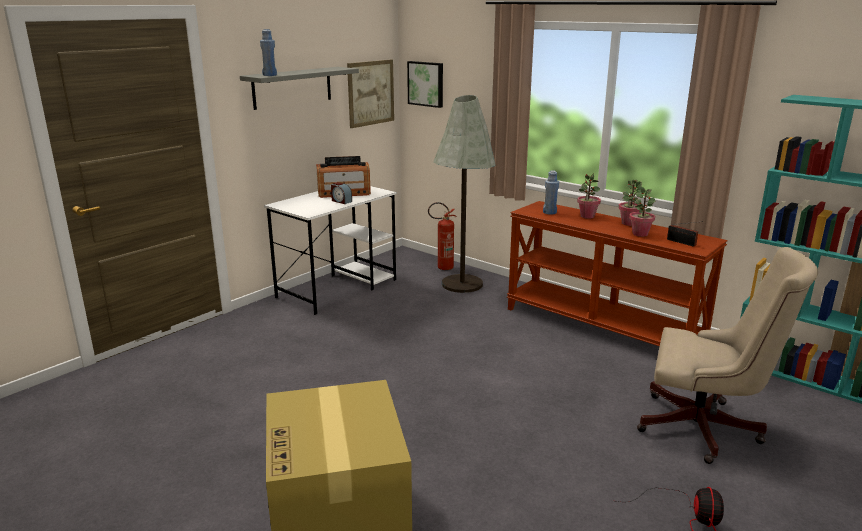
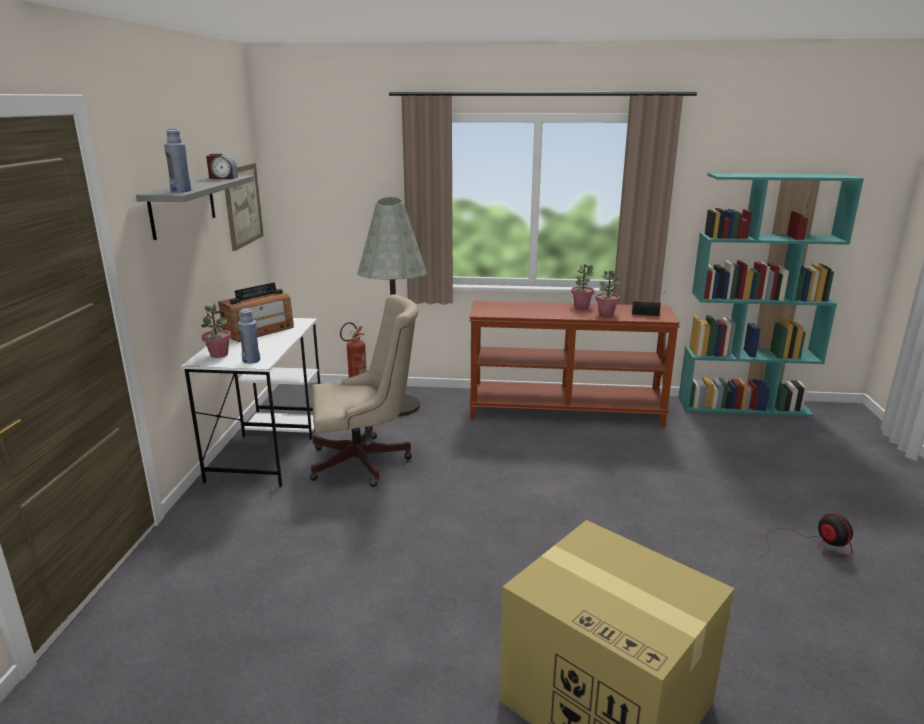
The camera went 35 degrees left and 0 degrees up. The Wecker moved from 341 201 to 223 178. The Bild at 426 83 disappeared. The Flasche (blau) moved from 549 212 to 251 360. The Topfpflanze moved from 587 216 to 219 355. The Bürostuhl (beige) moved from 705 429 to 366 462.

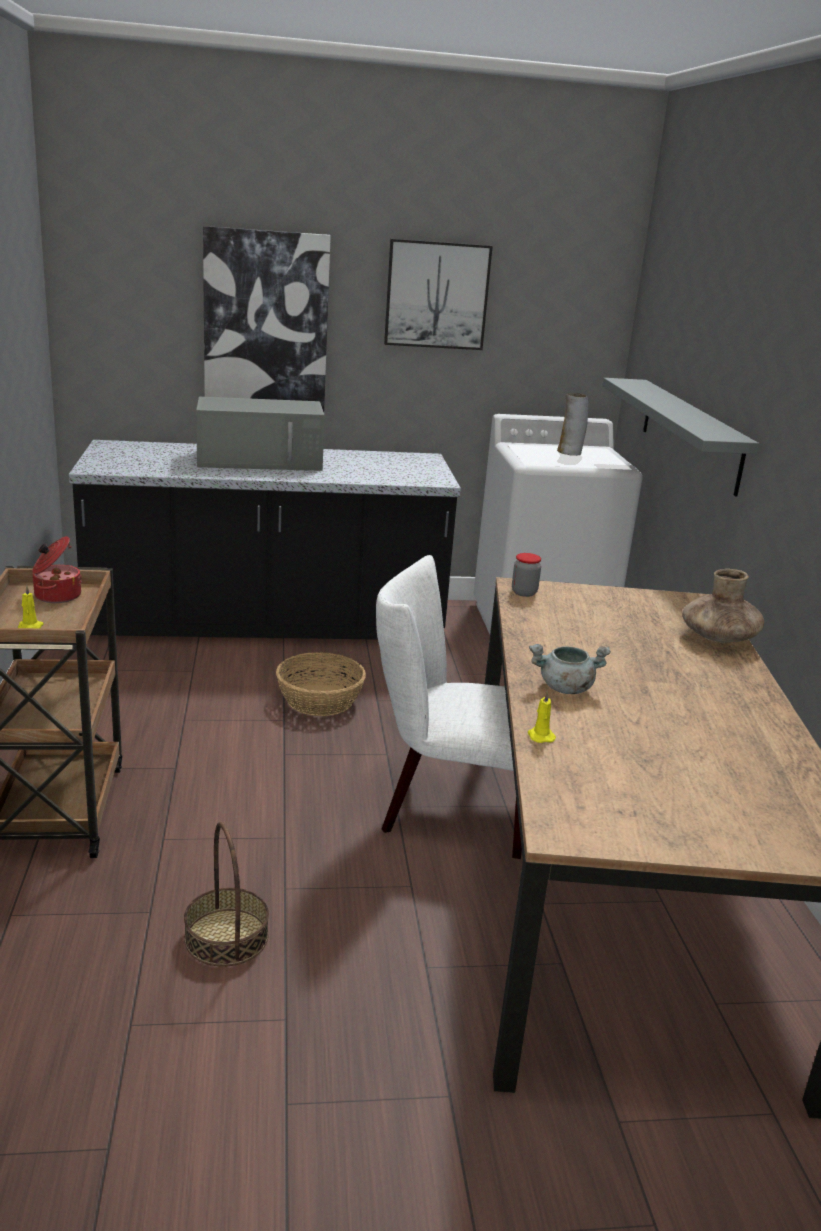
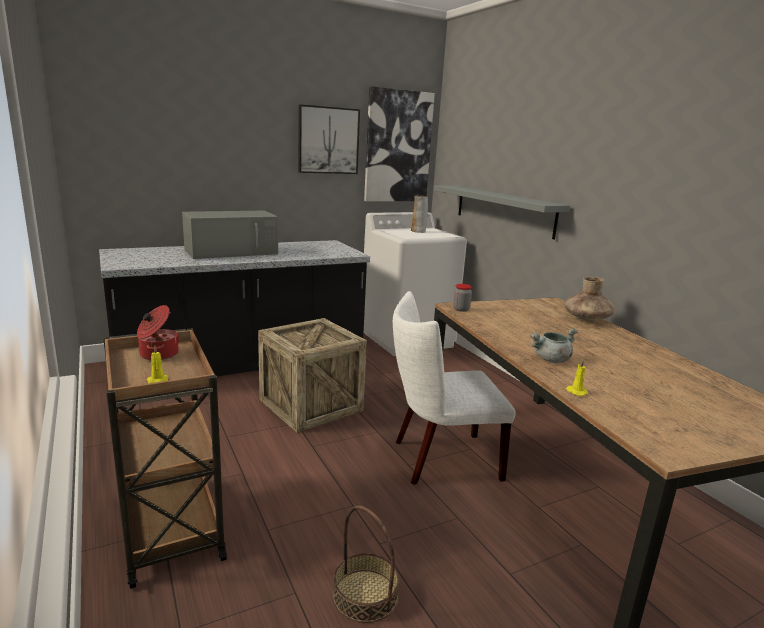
The camera went 20 degrees left and 5 degrees down. The Bild moved from 266 327 to 398 147. The Korb at 320 700 was replaced by the Kiste at 311 405.

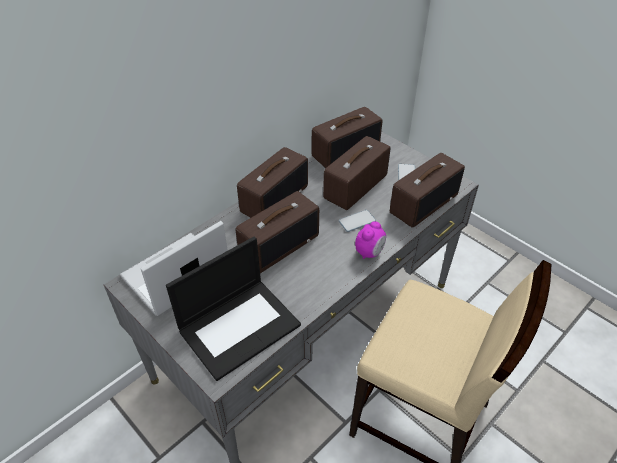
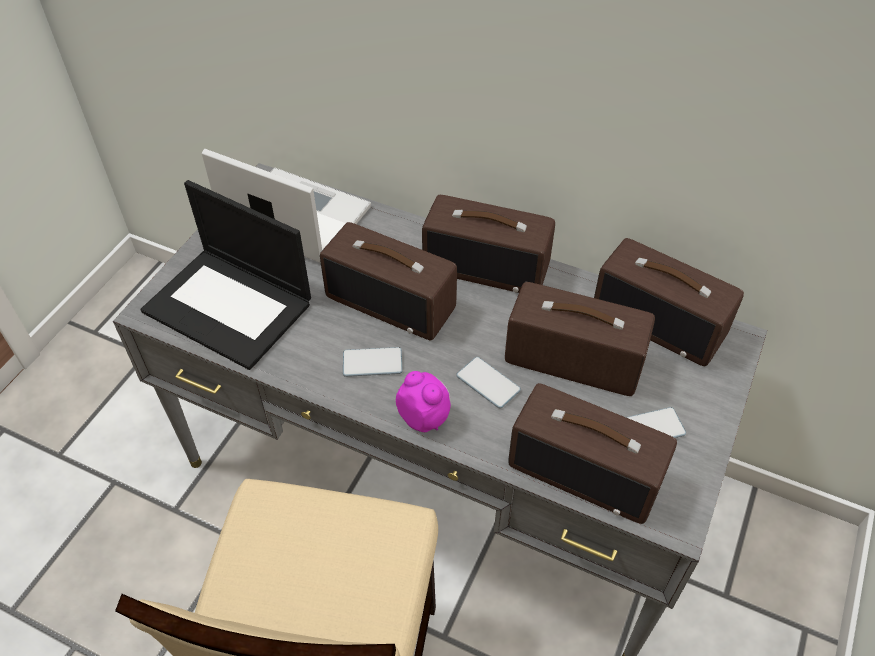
The camera went 70 degrees right and 5 degrees up. The Wecker at 369 252 turned 150 degrees counterclockwise. The Handy at 372 363 appeared.

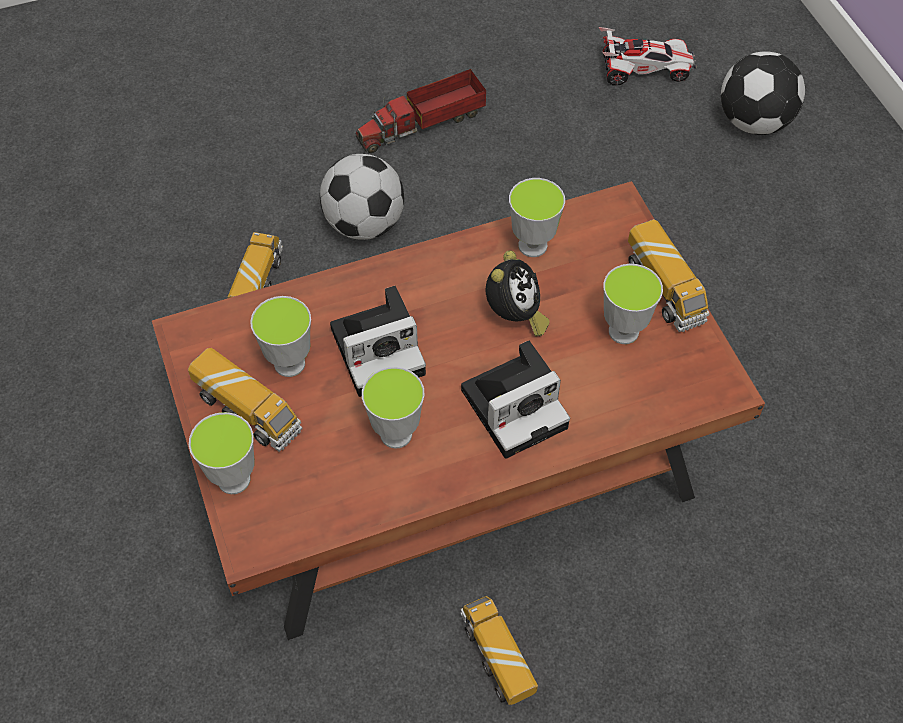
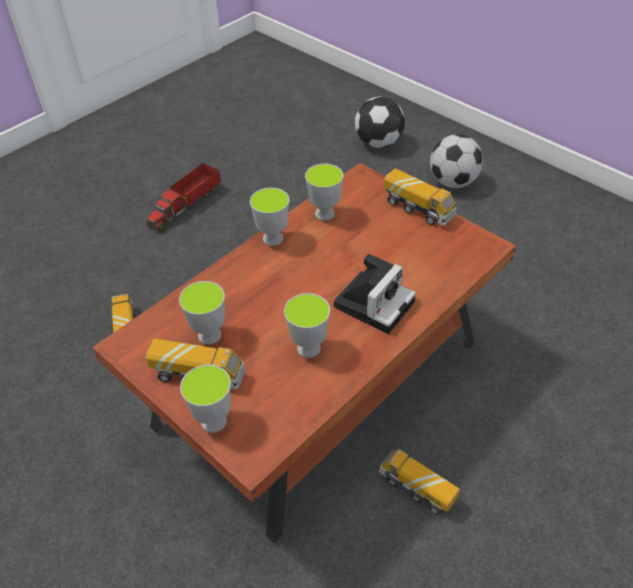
The camera went 25 degrees left and 10 degrees down. The Fußball moved from 363 224 to 452 182. The Kamera at 381 348 disappeared. The Wecker at 514 316 disappeared. The Spielzeugauto at 643 70 disappeared. The Tasse moved from 623 331 to 273 239.

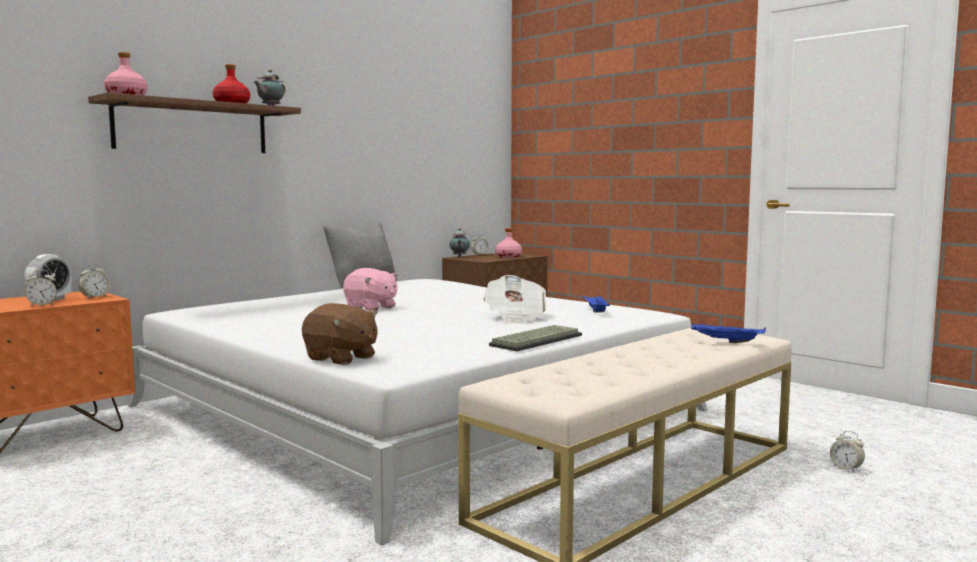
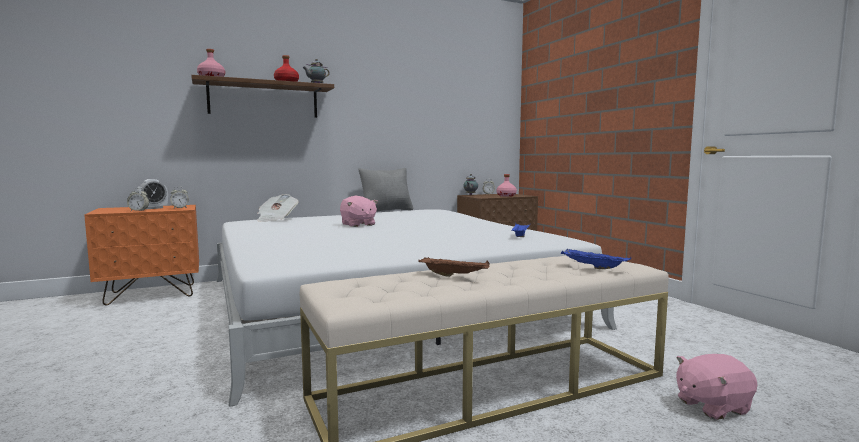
The camera went 20 degrees right and 0 degrees up. The Plüschtier (braun) at 341 358 disappeared. The Zeitung moved from 515 317 to 276 219. The Tastatur at 536 340 disappeared. The Wecker at 846 468 was replaced by the Plüschtier (rosa) at 712 406. The Tablett (braun) at 455 276 appeared.

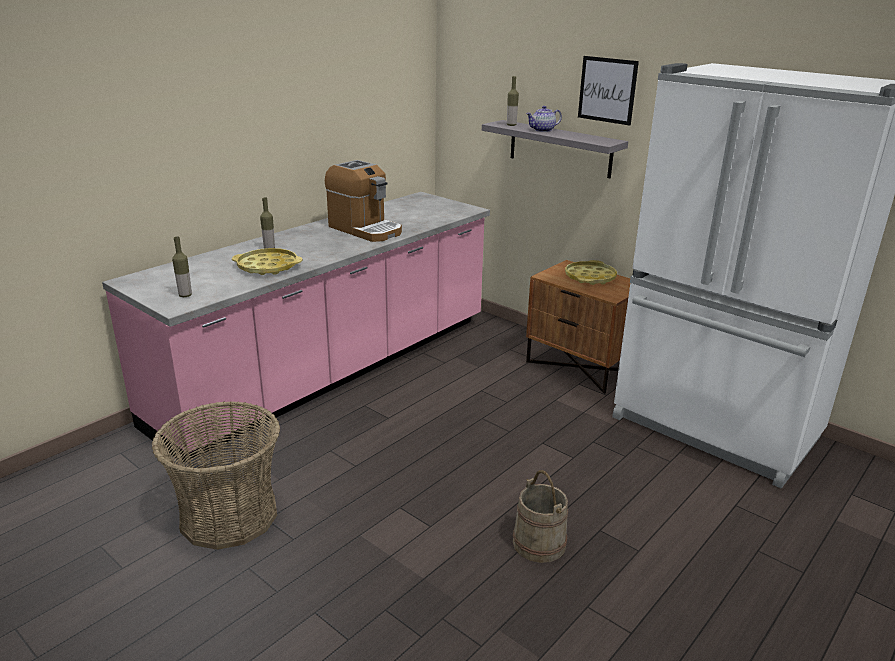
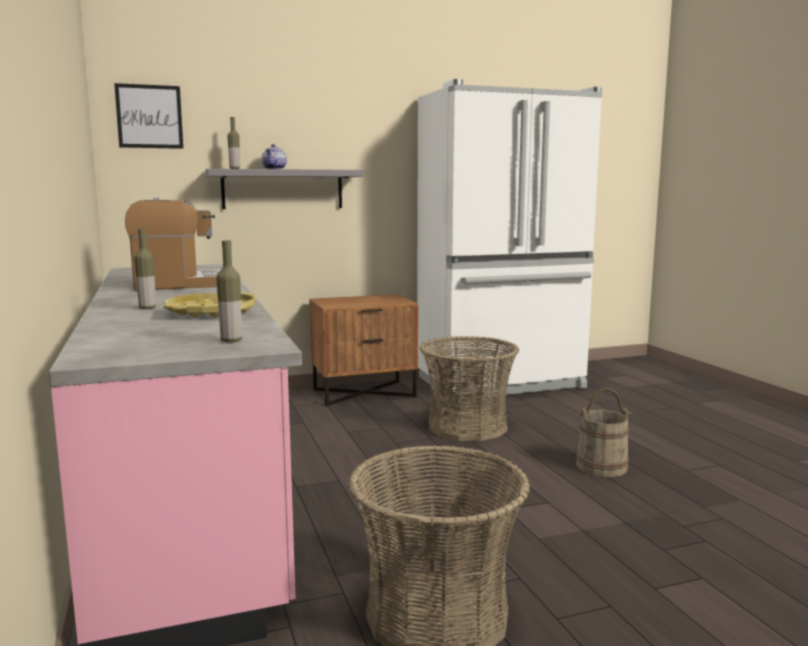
The camera went 60 degrees left and 15 degrees down. The Tablett (gelb) at 590 277 disappeared. The Bild moved from 607 90 to 149 116. The Korb at 467 426 appeared.

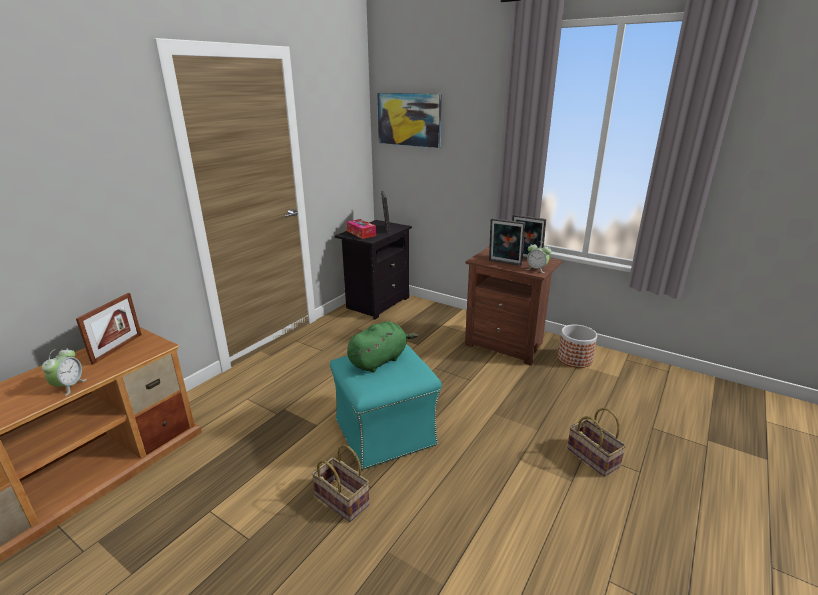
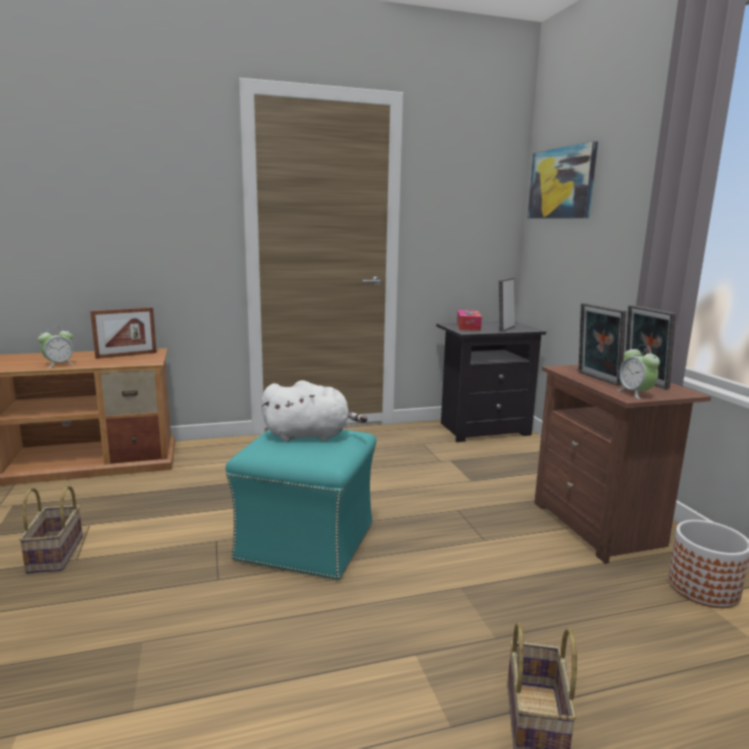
The camera went 40 degrees right and 10 degrees down. The Korb moved from 343 500 to 56 555. The Plüschtier (grün) at 379 360 became the Plüschtier (weiß) at 310 435.

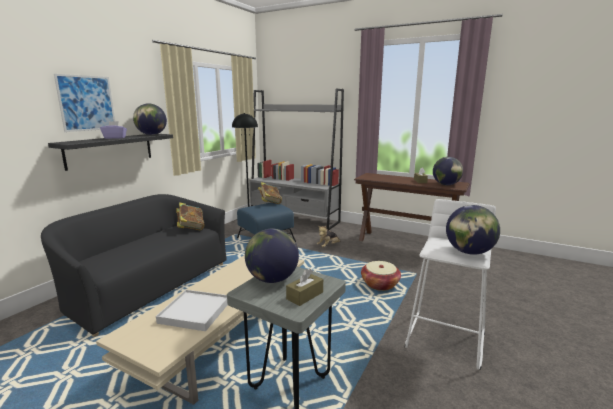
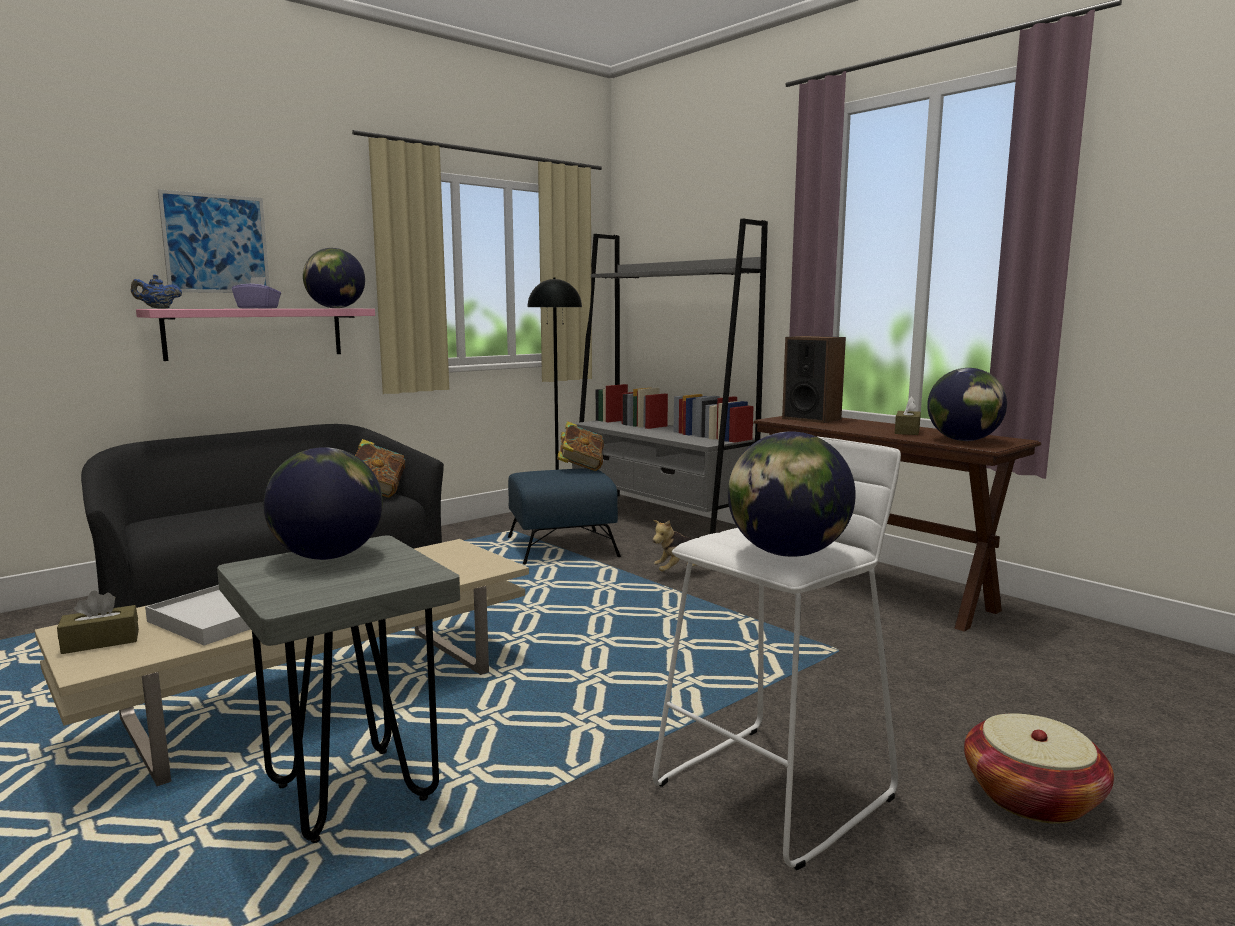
The camera went 20 degrees right and 5 degrees down. The Wandregal (schwarz) at 110 150 became the Wandregal (rosa) at 255 333. The Taschentuchbox (braun) moved from 305 295 to 101 642. The Korb moved from 380 284 to 1032 797. The Teekanne (blau) at 158 308 appeared. The Lautsprecher at 811 418 appeared.

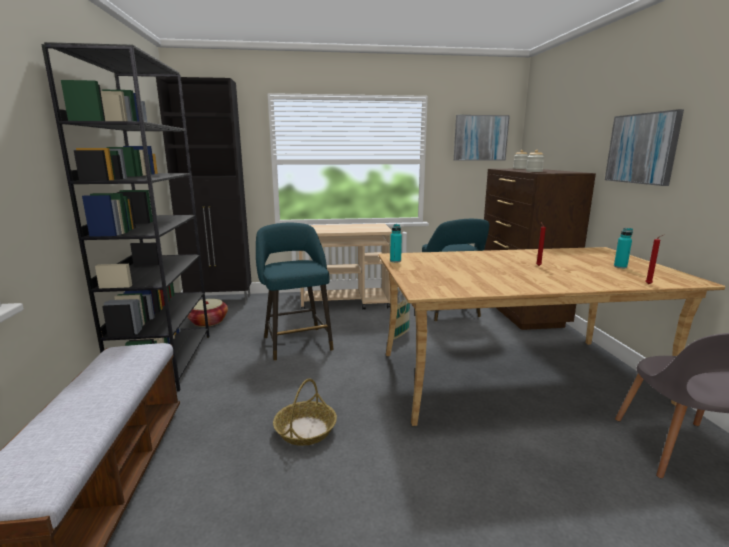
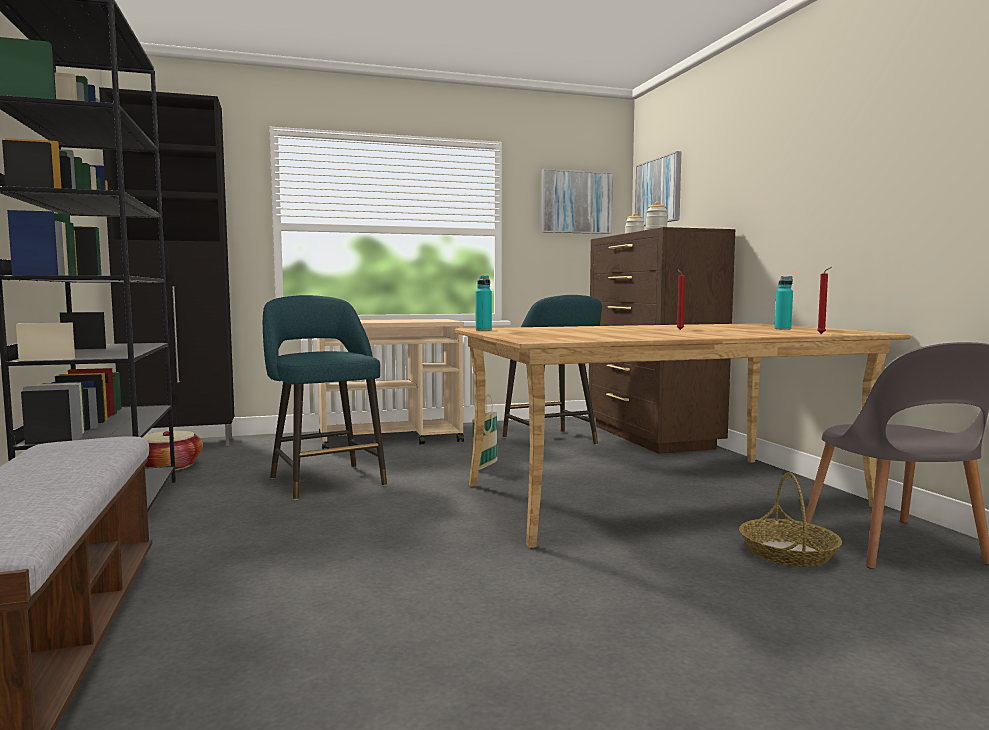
The camera went 10 degrees left and 10 degrees down. The Korb moved from 305 430 to 787 553. The Bild moved from 642 148 to 658 191.

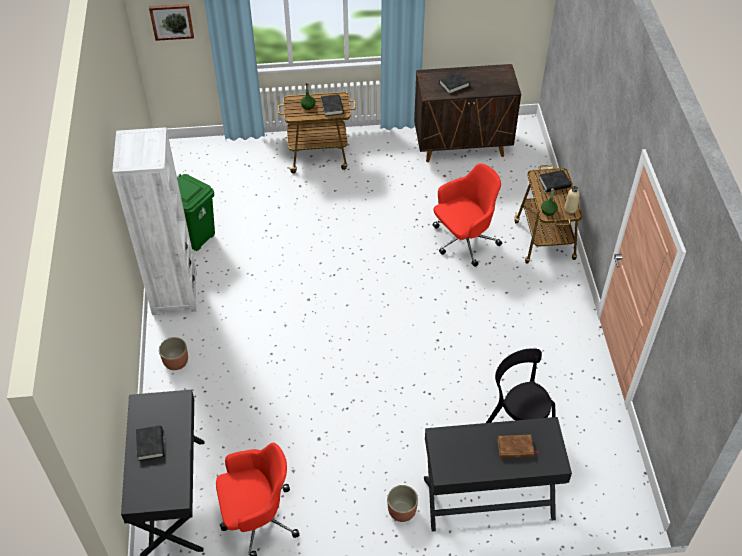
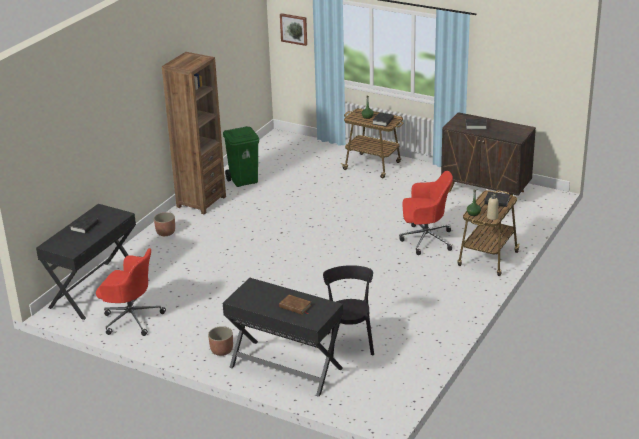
The camera went 35 degrees right and 20 degrees down. The Bücherregal (weiß) at 174 293 became the Bücherregal (braun) at 201 202.

